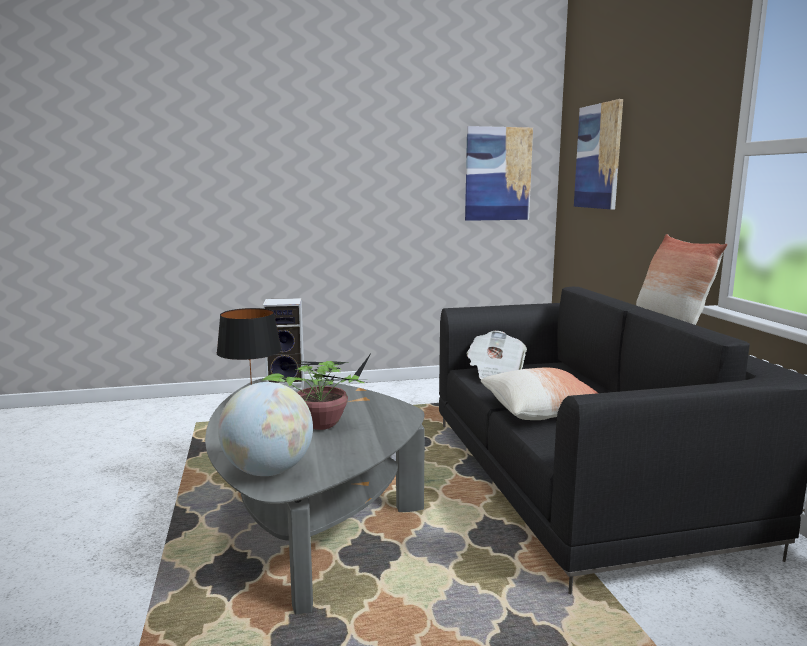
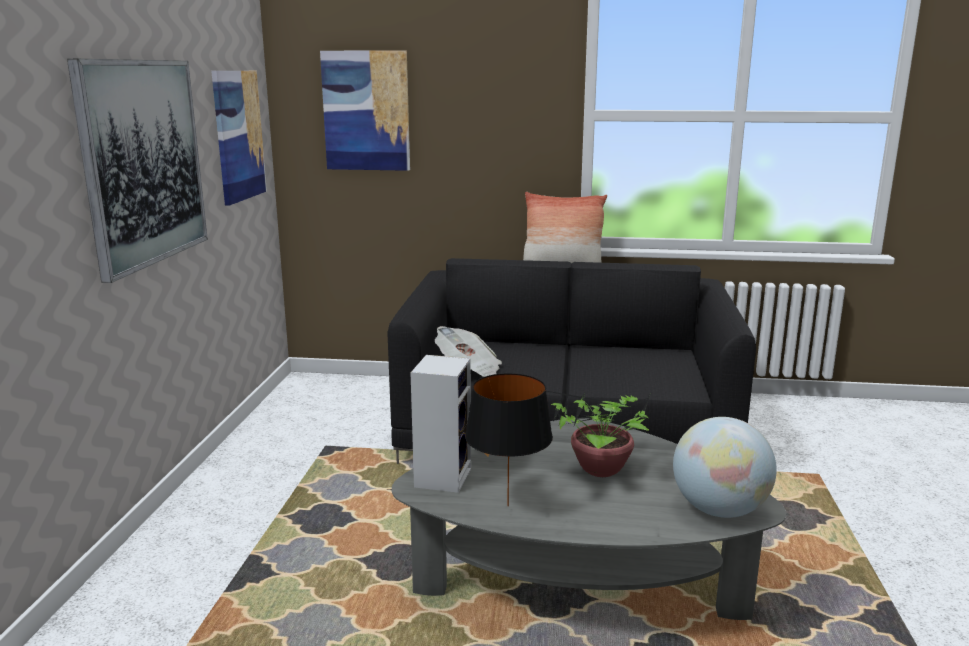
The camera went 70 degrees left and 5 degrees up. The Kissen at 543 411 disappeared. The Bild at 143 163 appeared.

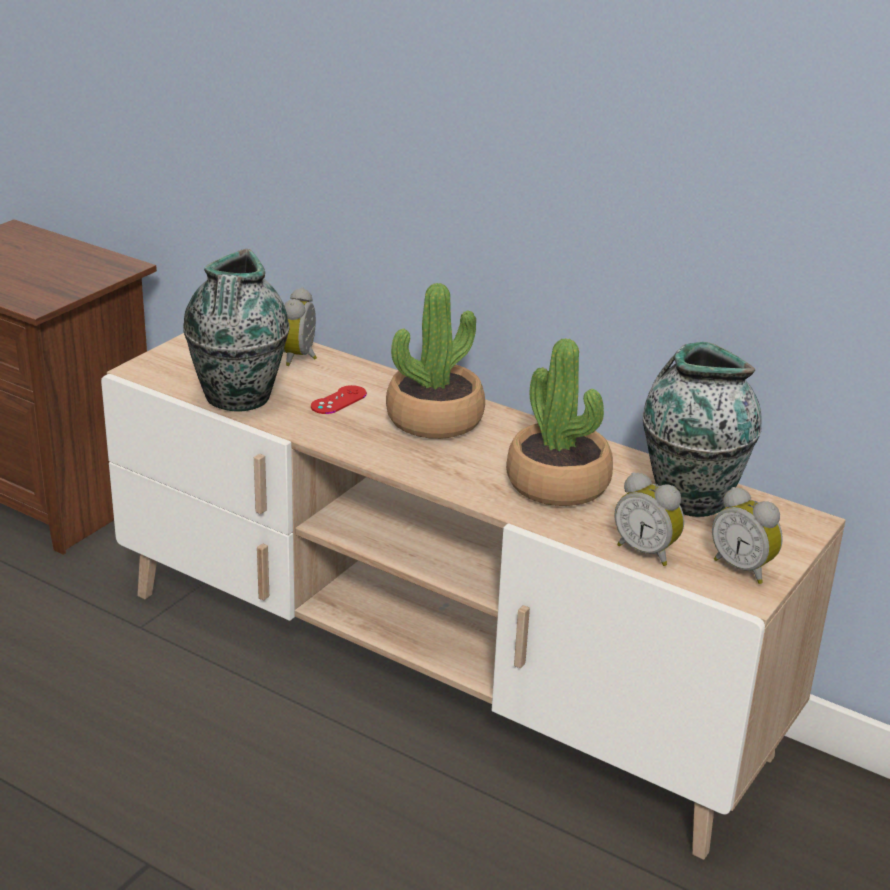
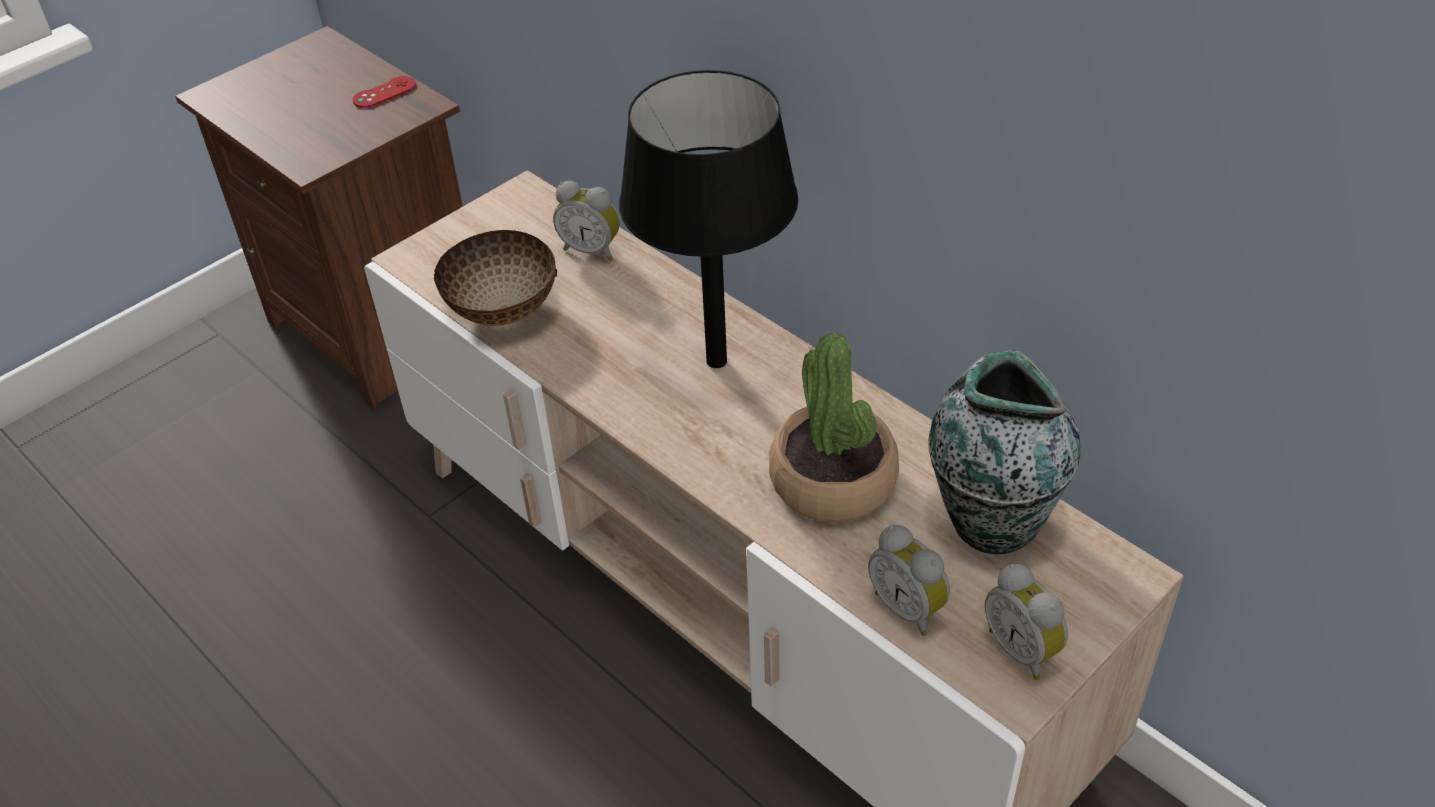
The camera went 15 degrees right and 15 degrees up. The Vase at 238 398 was replaced by the Schüssel at 501 311. The Wecker at 301 358 turned 90 degrees counterclockwise. The Gamepad (rot) moved from 338 400 to 384 92. The Topfpflanze at 434 419 was replaced by the Tischlampe (schwarz) at 717 361.

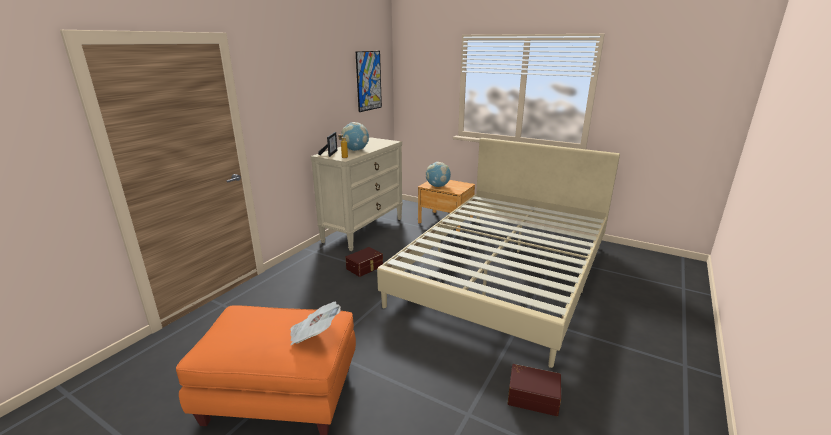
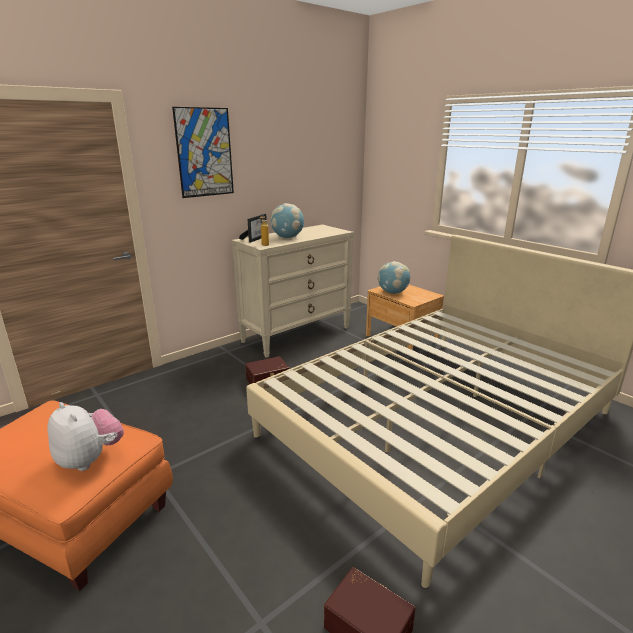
The camera went 20 degrees right and 0 degrees up. The Zeitung at 314 334 was replaced by the Plüschtier at 90 459. The Bild moved from 368 81 to 204 152.

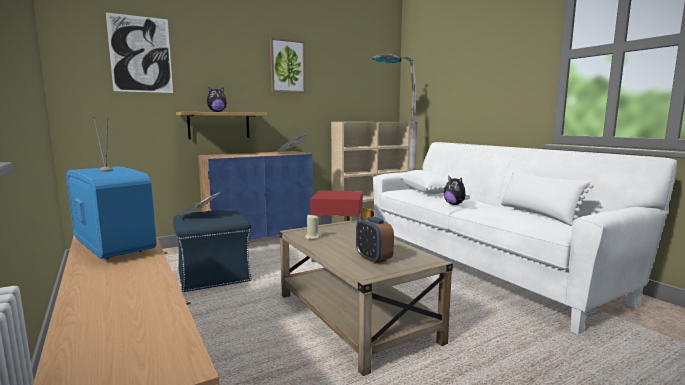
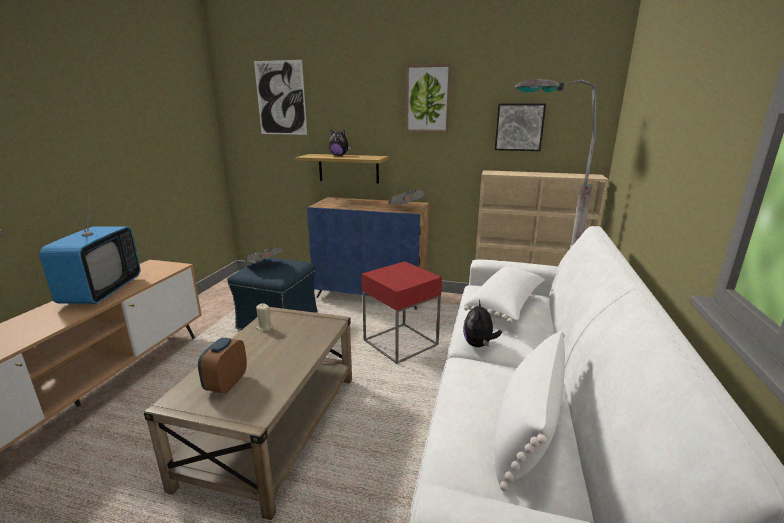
The camera went 45 degrees right and 10 degrees up. The Bild at 519 127 appeared.

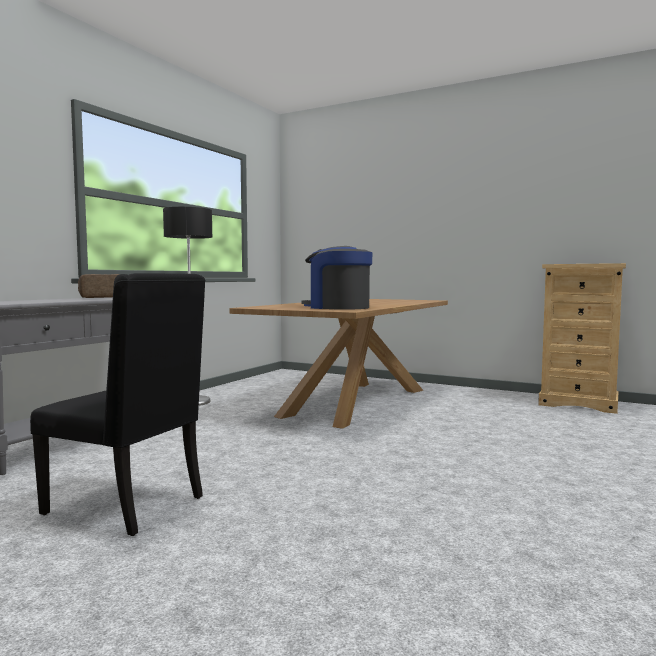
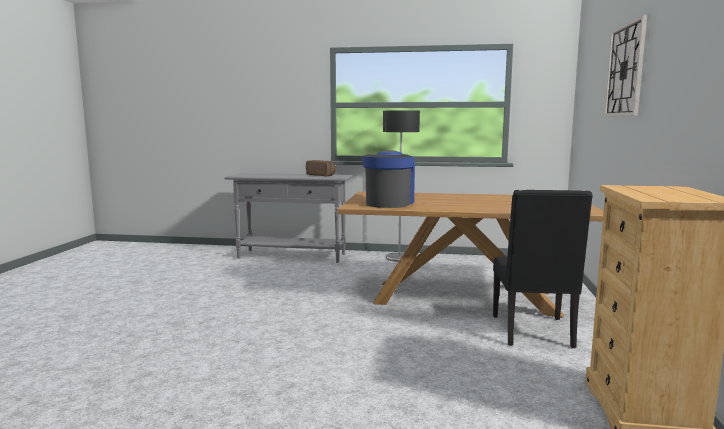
The camera went 70 degrees right and 5 degrees up. The Stuhl (schwarz) moved from 129 505 to 534 332. The Wanduhr at 625 70 appeared.

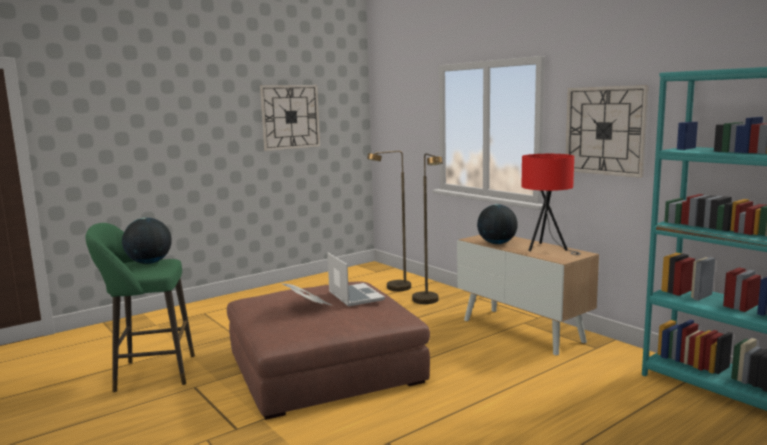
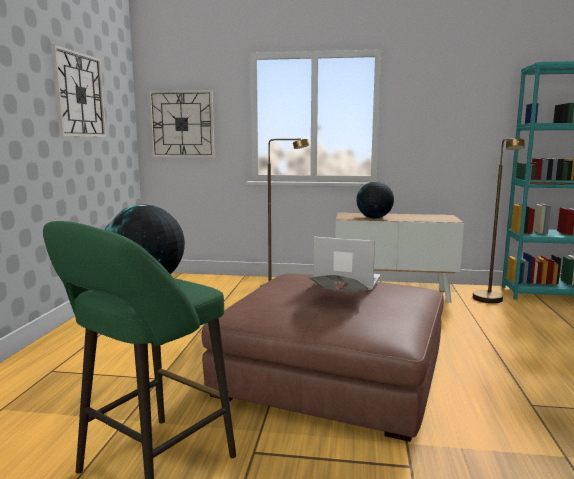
The camera went 45 degrees left and 0 degrees up. The Stehlampe (braun) moved from 394 289 to 490 301. The Tischlampe (rot) at 547 249 disappeared. The Wanduhr moved from 605 130 to 182 124.

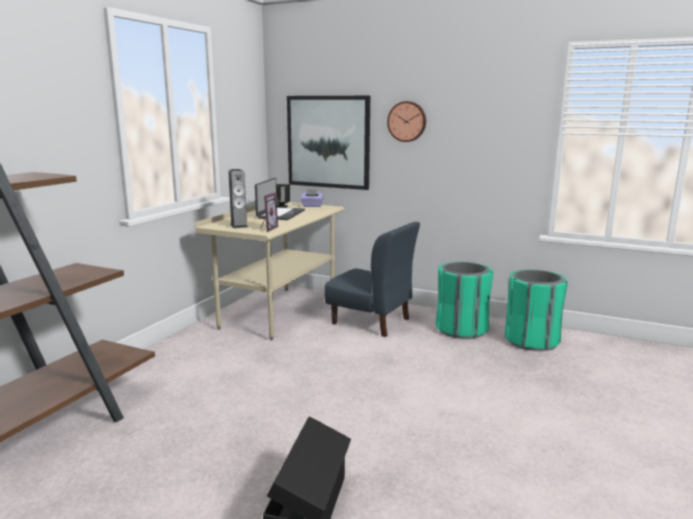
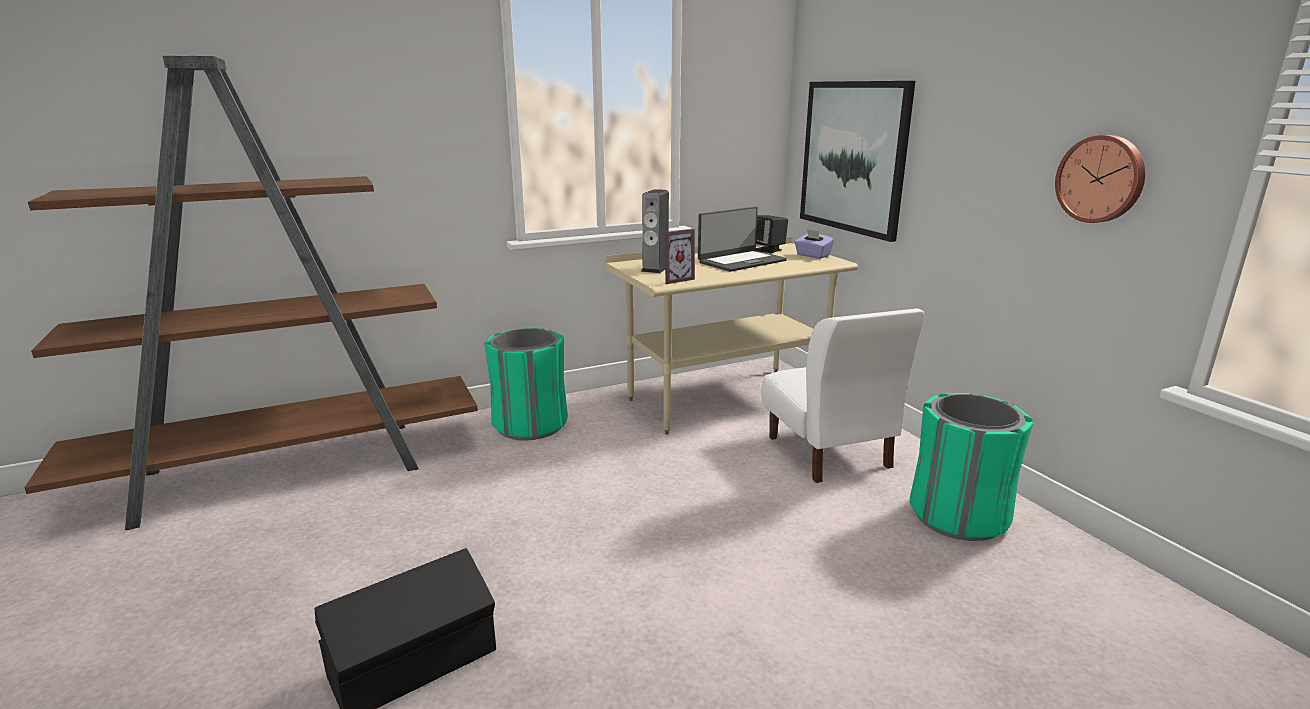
The camera went 40 degrees right and 5 degrees up. The Stuhl (blau) at 371 321 became the Stuhl (weiß) at 828 452. The Wanduhr moved from 407 121 to 1101 179. The Mülleimer (grün) moved from 531 340 to 530 425.

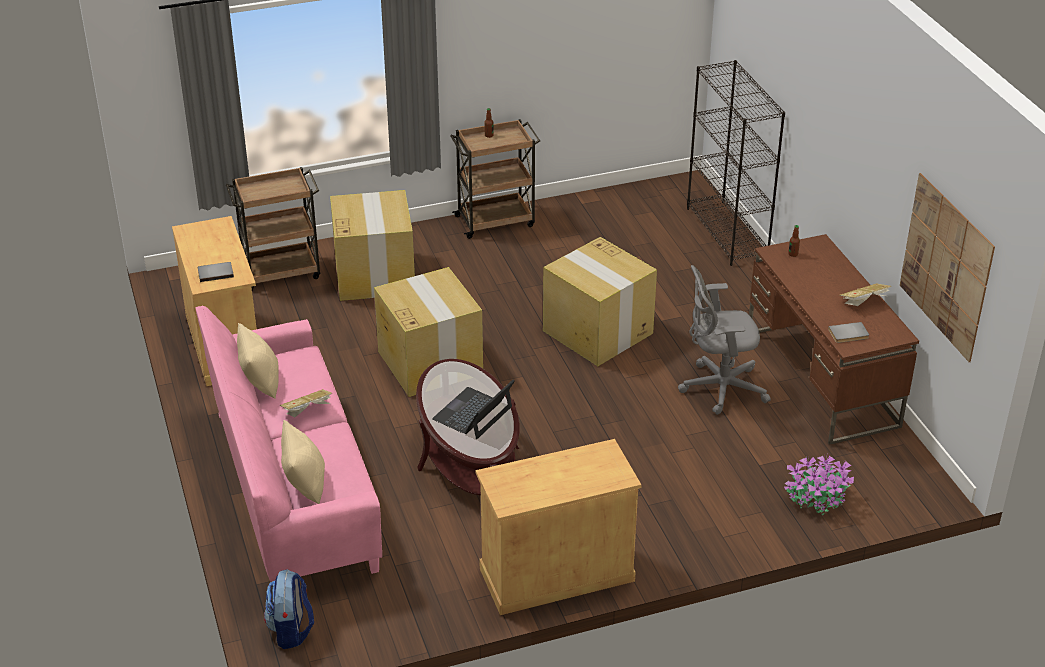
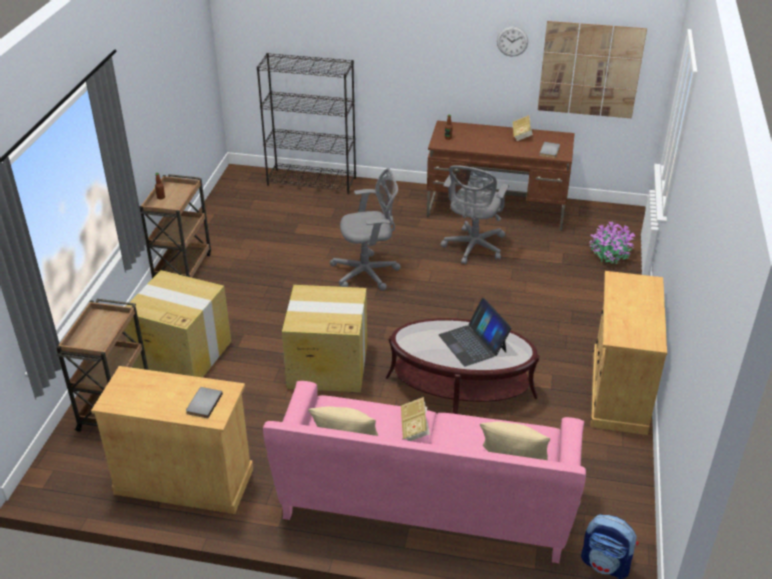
The camera went 60 degrees left and 0 degrees up. The Karton at 598 332 was replaced by the Bürostuhl (grau) at 368 273. The Wanduhr at 512 41 appeared.

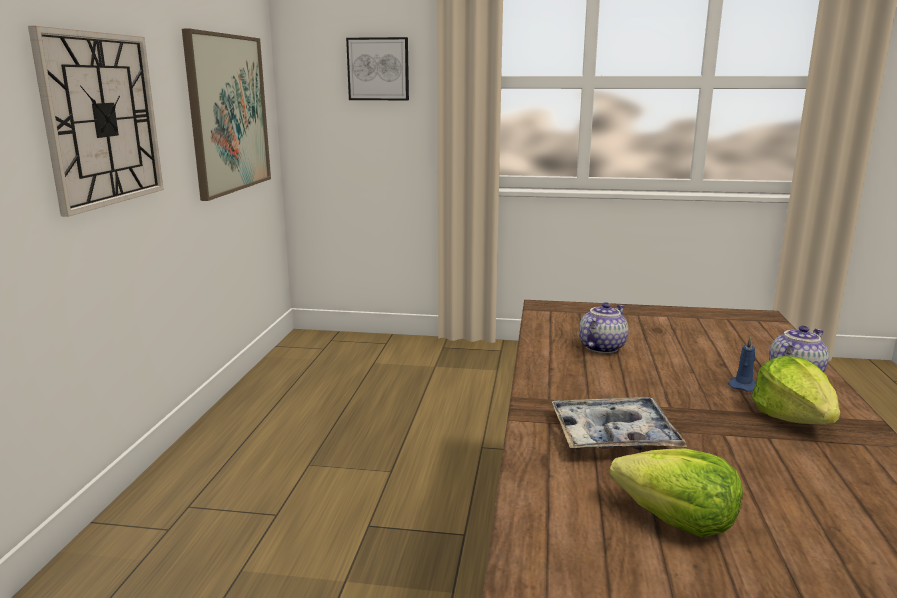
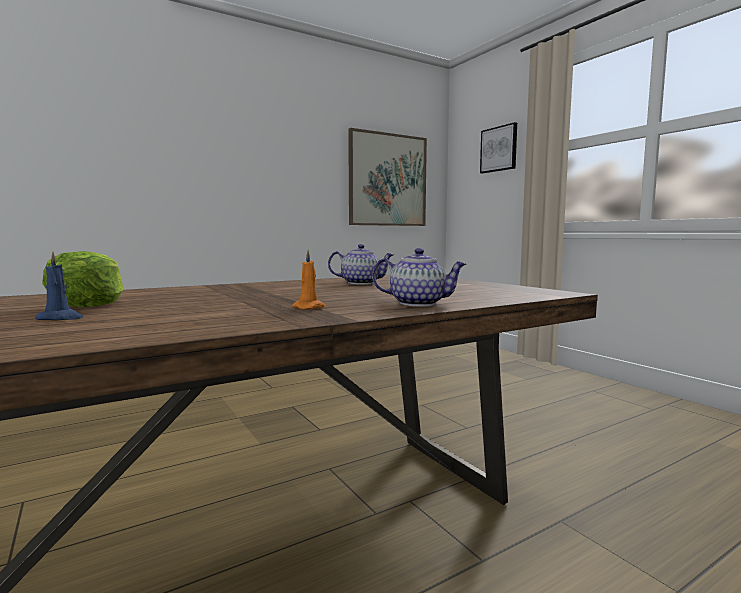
The camera went 50 degrees right and 10 degrees down. The Wanduhr at 102 119 disappeared. The Tablett at 613 435 disappeared. The Kerze (blau) moved from 743 386 to 61 318. The Salatkopf at 793 417 was replaced by the Kerze (orange) at 310 307.

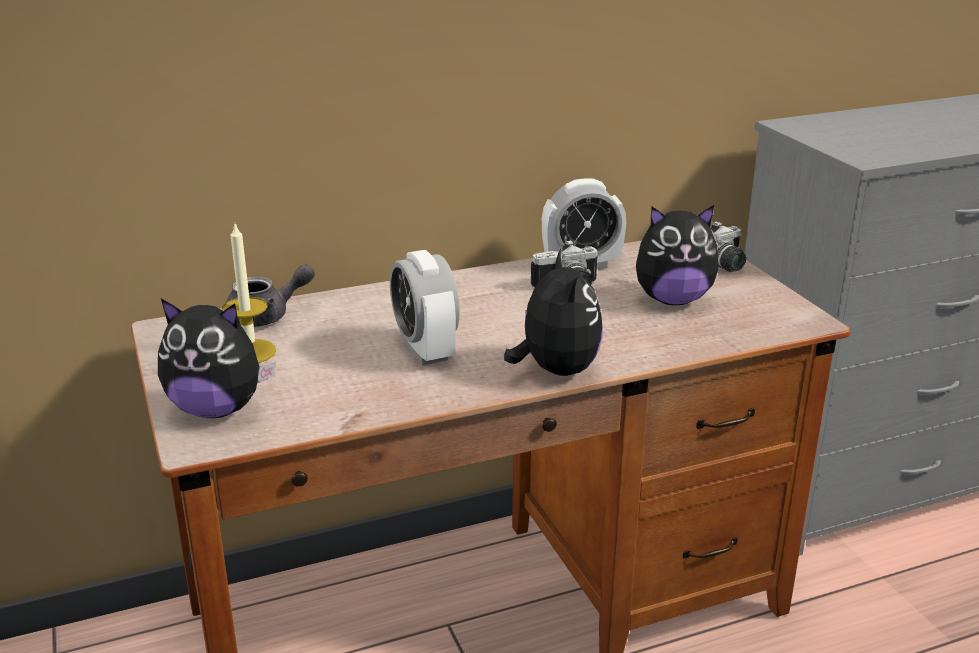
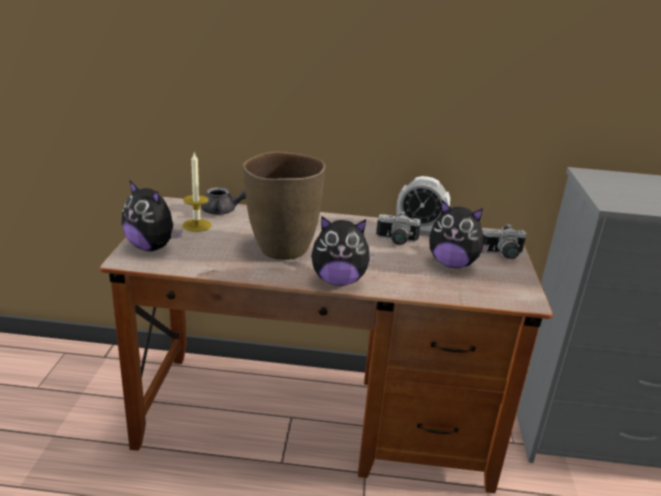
The camera went 25 degrees right and 0 degrees up. The Wecker at 425 350 was replaced by the Vase (braun) at 281 250. The Plüschtier at 555 370 turned 75 degrees clockwise.

